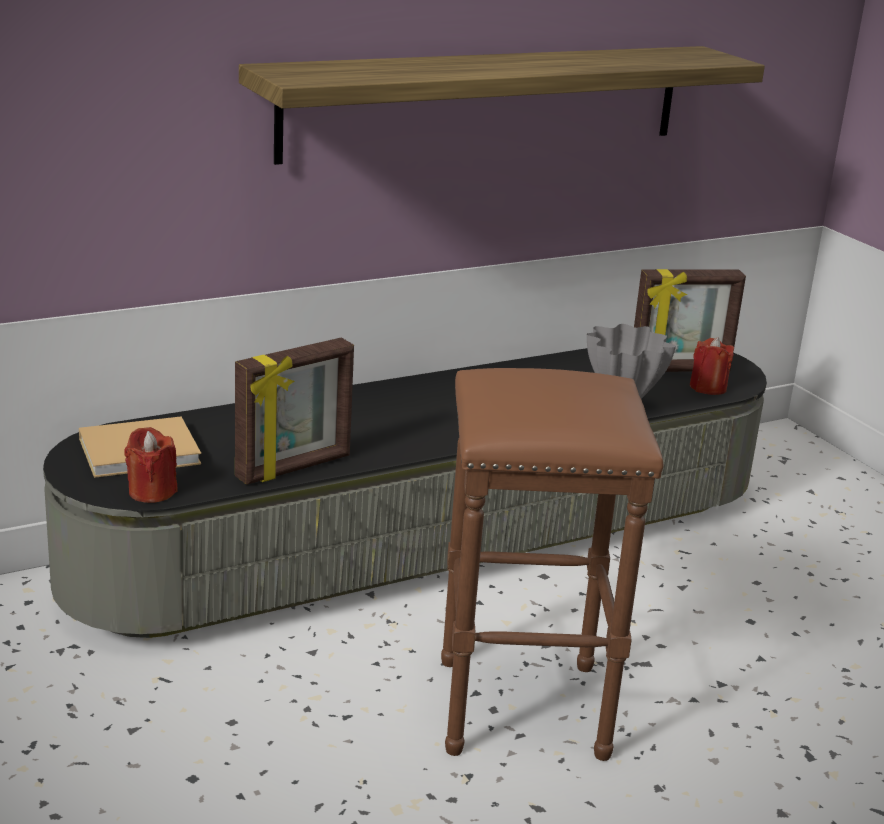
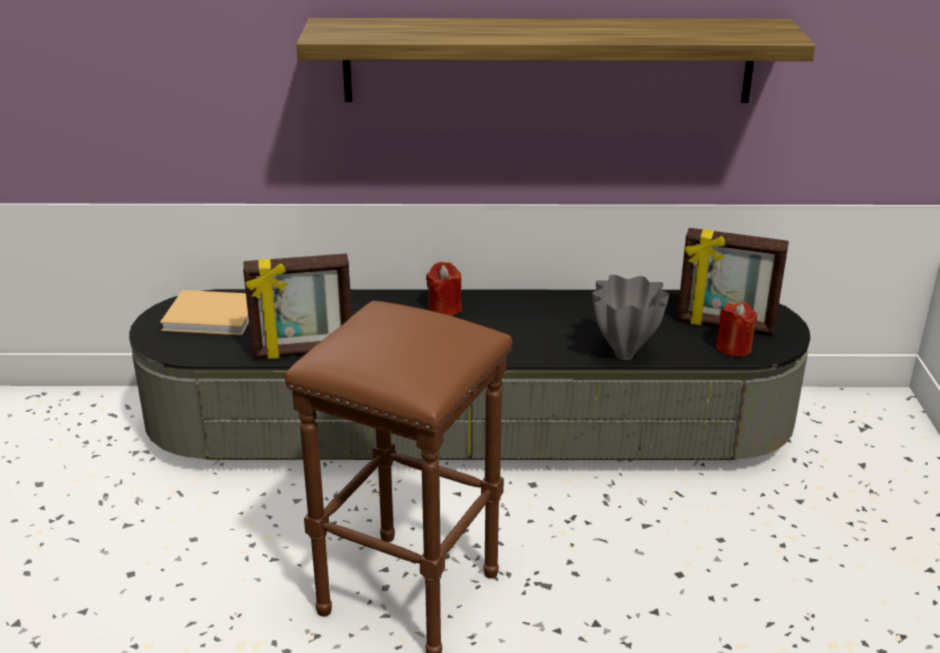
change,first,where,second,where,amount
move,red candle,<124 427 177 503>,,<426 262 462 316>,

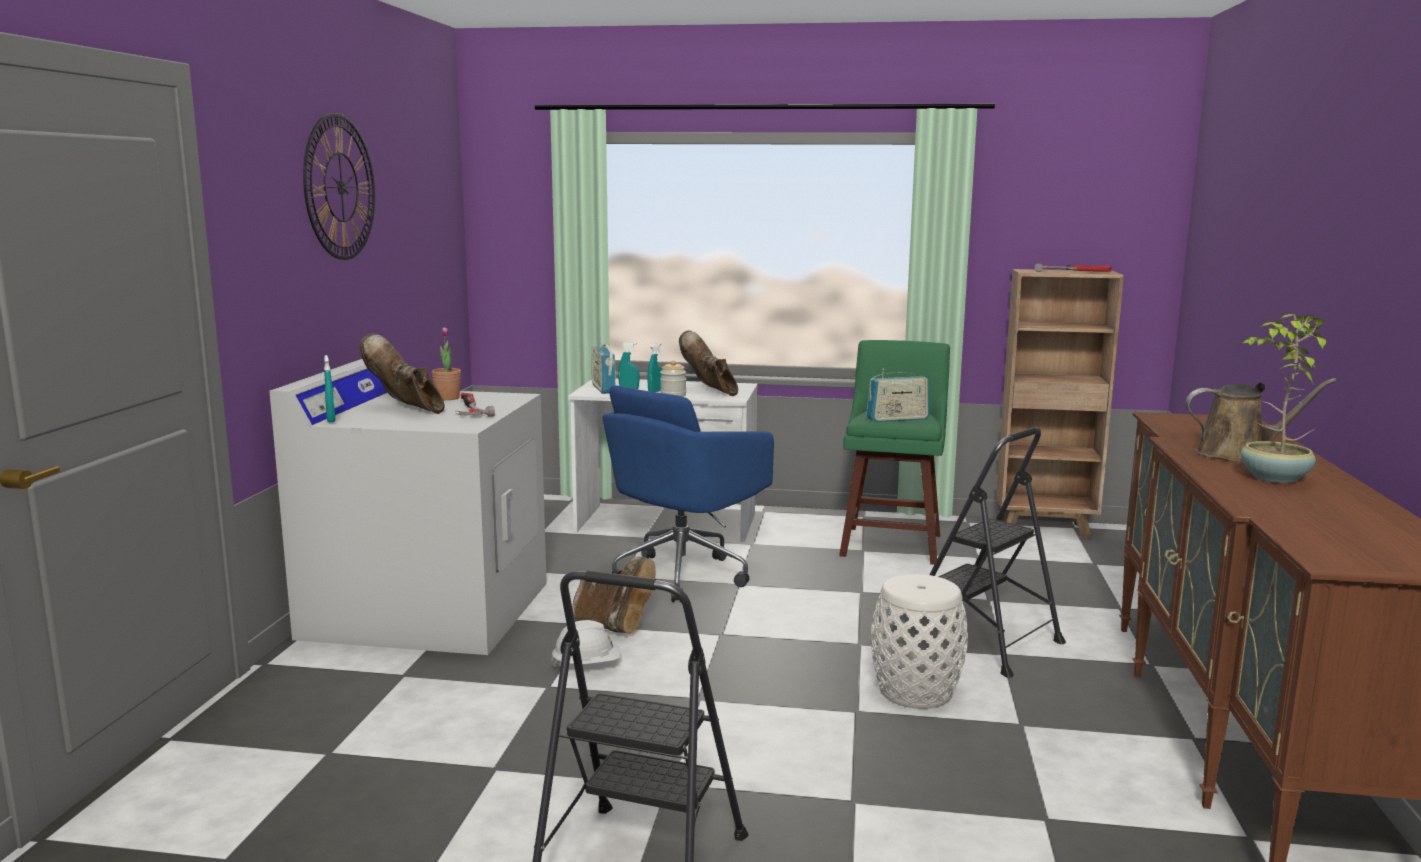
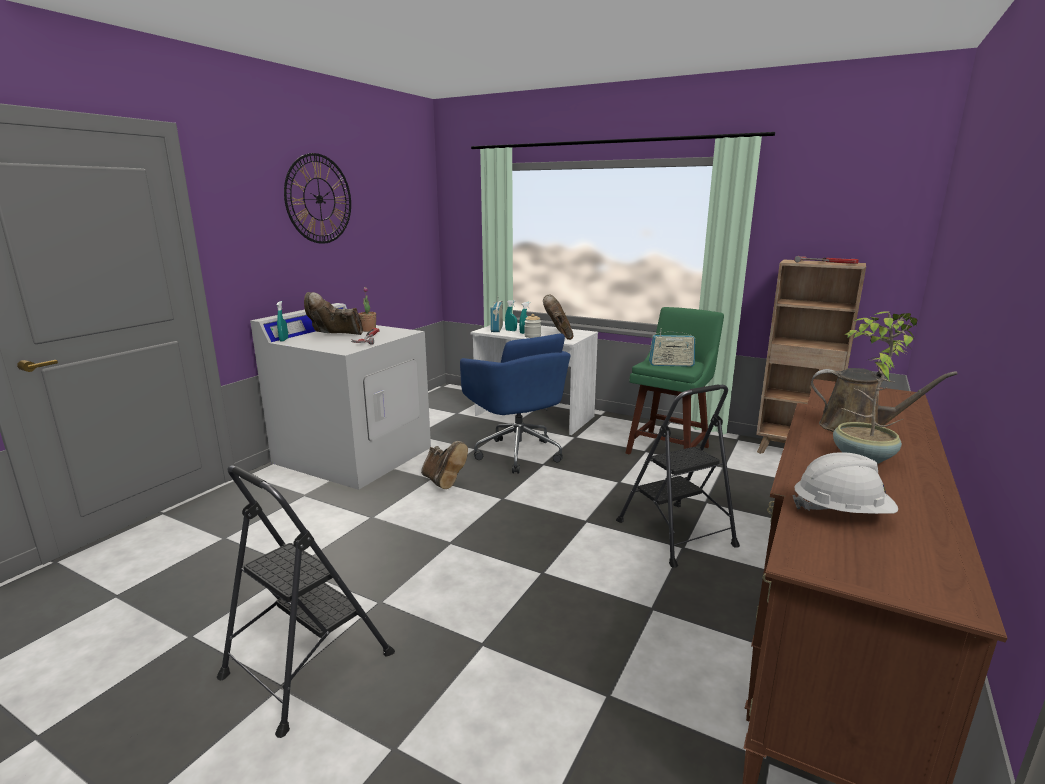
change,first,where,second,where,amount
rotate,brown boot,<360 333 445 414>,,<304 292 363 335>,60 degrees counterclockwise
rotate,blue office chair,<602 385 774 602>,,<460 334 570 474>,90 degrees counterclockwise
delete,white stool,<871 574 968 709>,,,
move,white hard hat,<551 620 621 668>,,<792 452 898 514>,

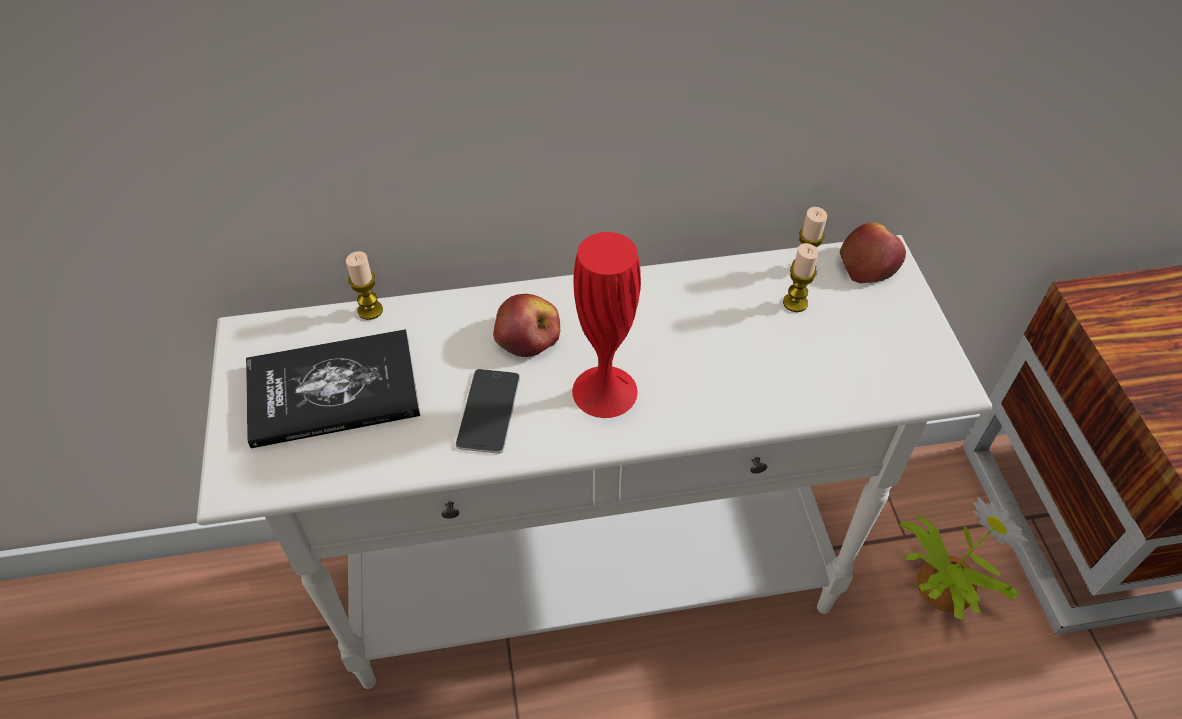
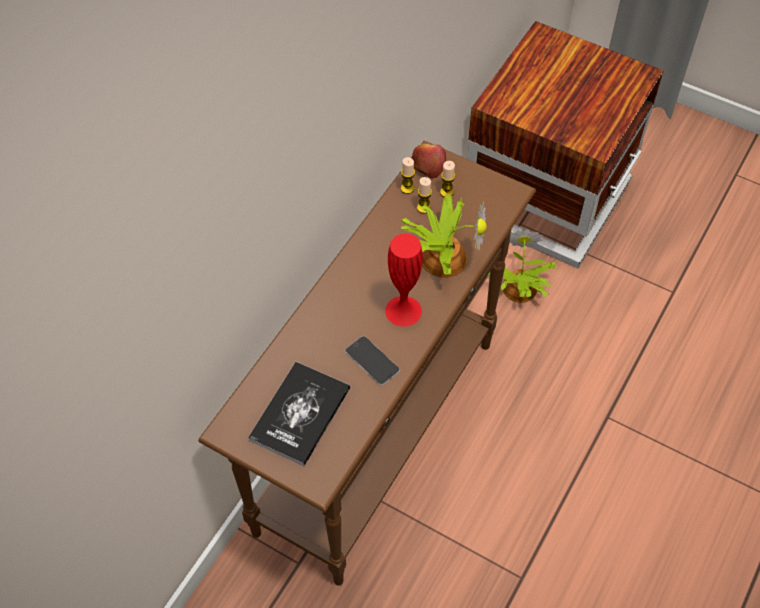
change,first,where,second,where,amount
recolor,white console table,<197 235 993 689>,brown console table,<198 141 536 585>,
move,candle,<346 251 383 320>,,<440 161 455 197>,
delete,apple,<493 294 560 357>,,,
insert,,,potted plant,<400 194 487 278>,

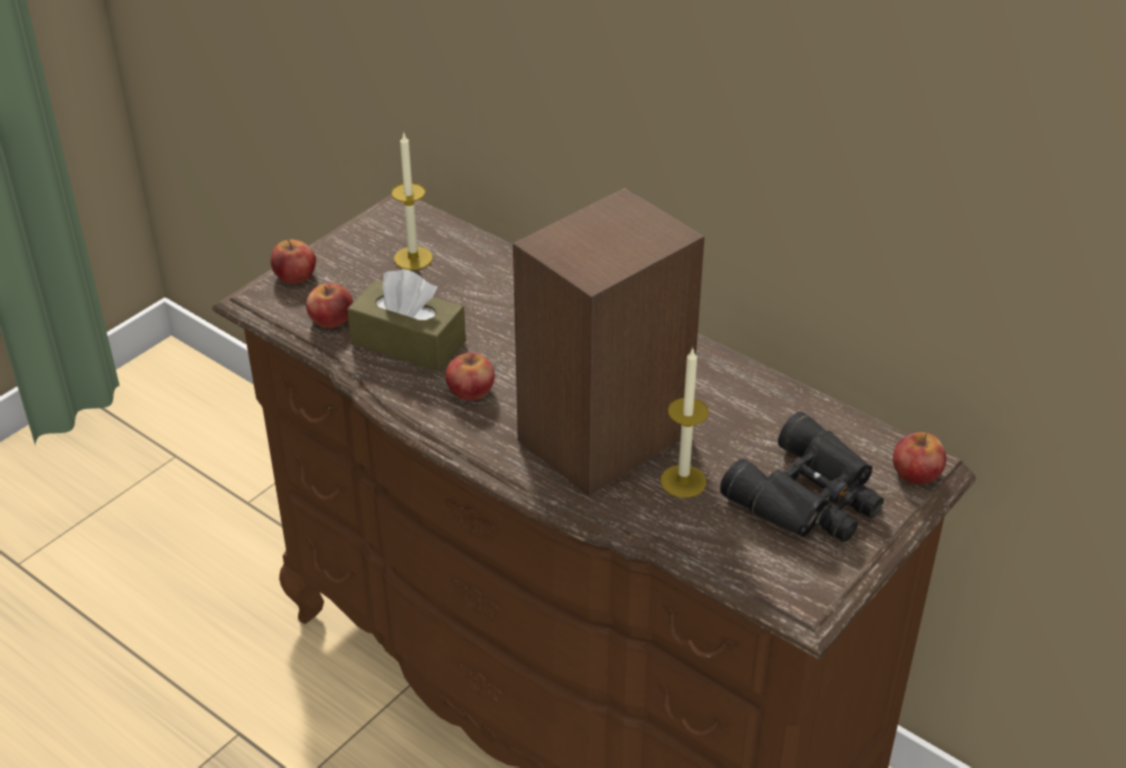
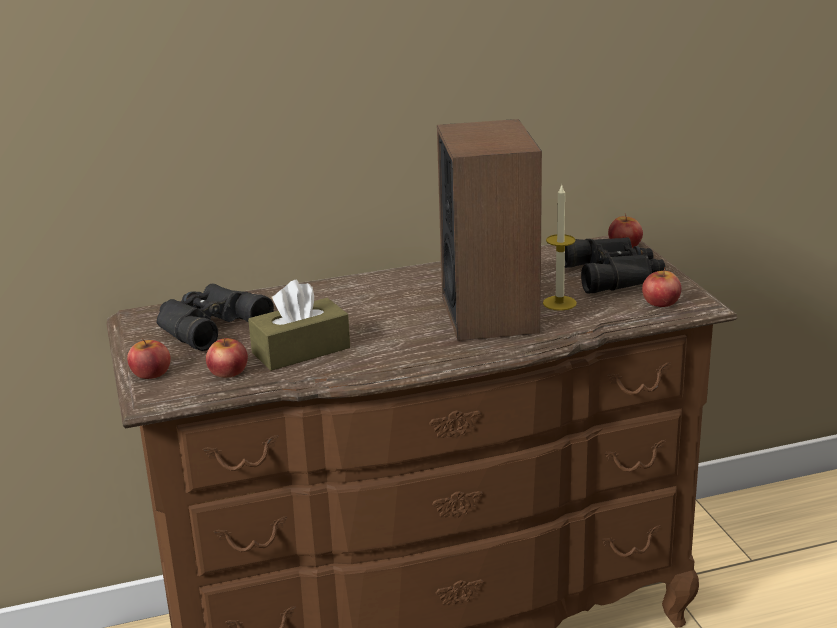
change,first,where,second,where,amount
replace,candle,<391 134 433 270>,black binoculars,<157 283 274 351>,
move,apple,<446 353 495 401>,,<642 268 681 307>,

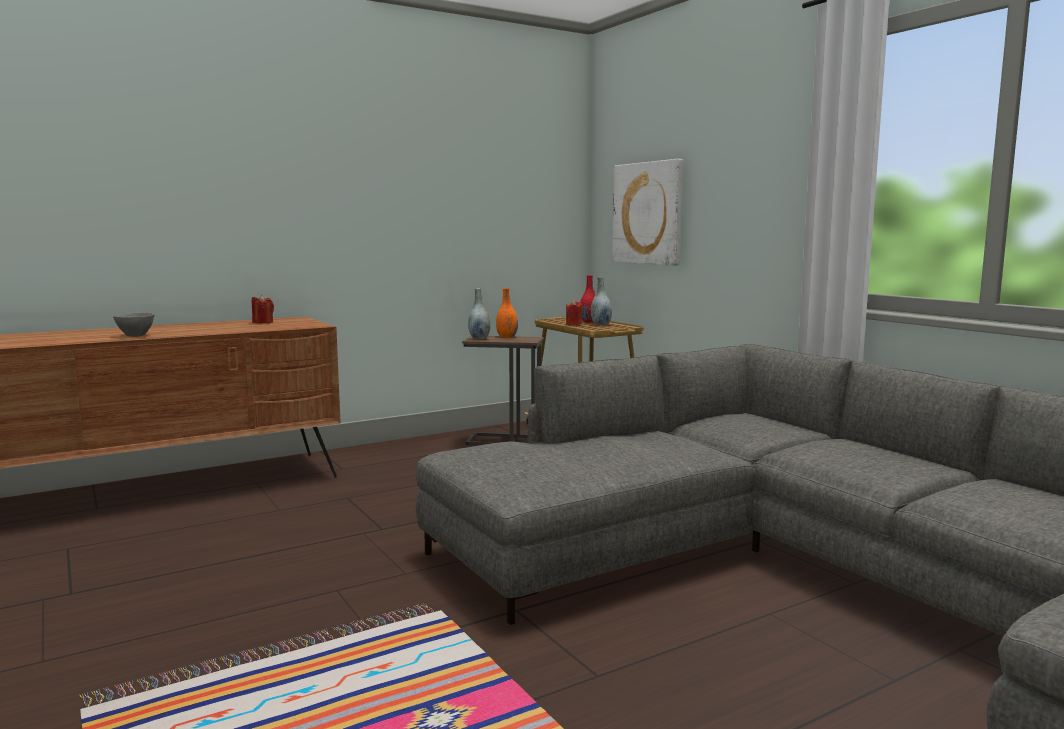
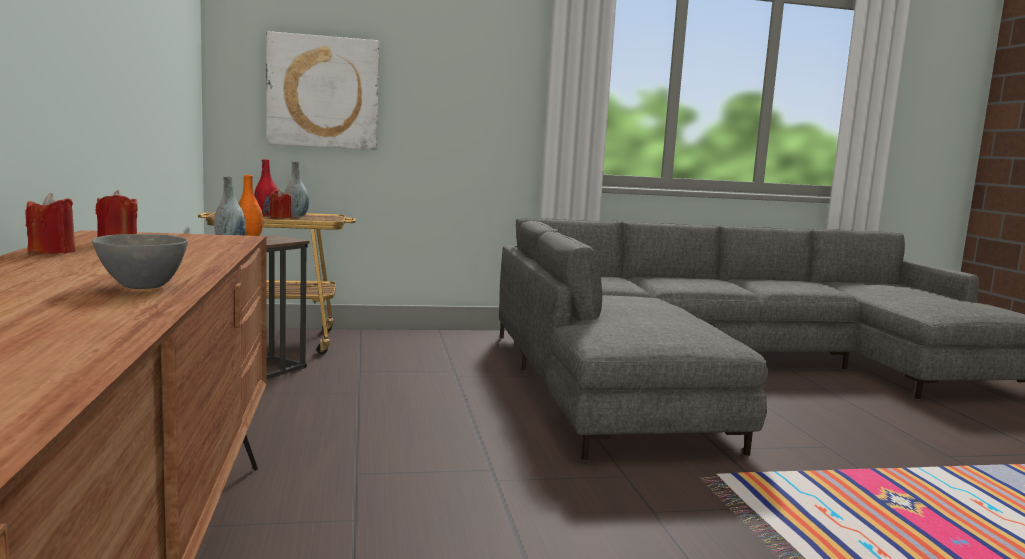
change,first,where,second,where,amount
insert,,,red candle,<26 193 75 254>,

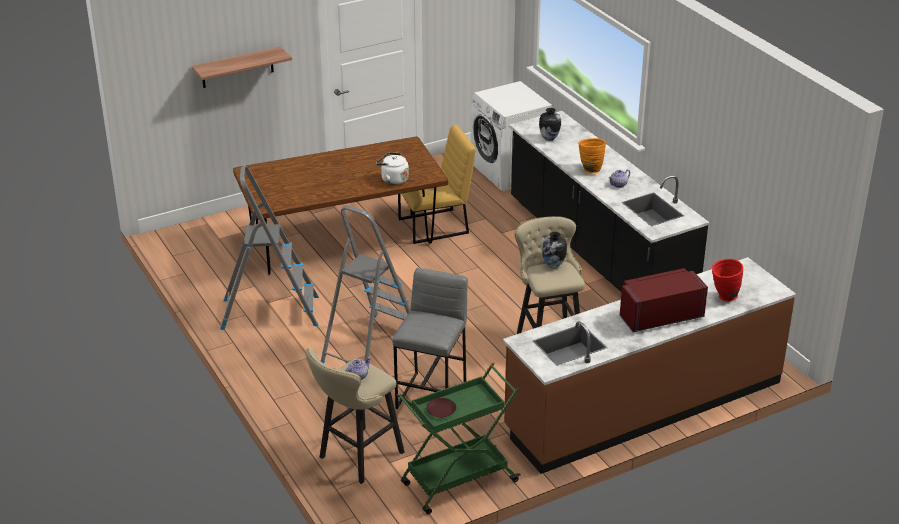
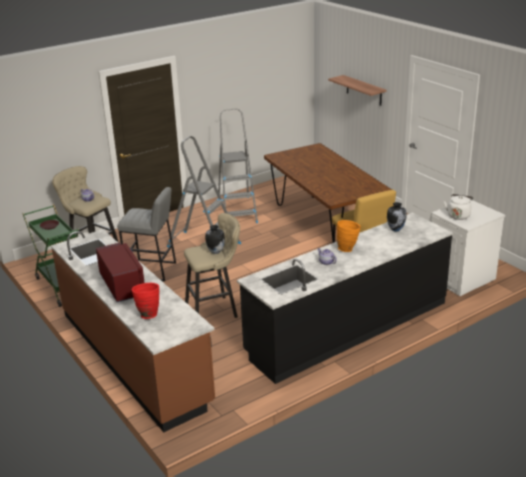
change,first,where,second,where,amount
move,white kettle,<376 152 409 185>,,<444 194 473 220>,

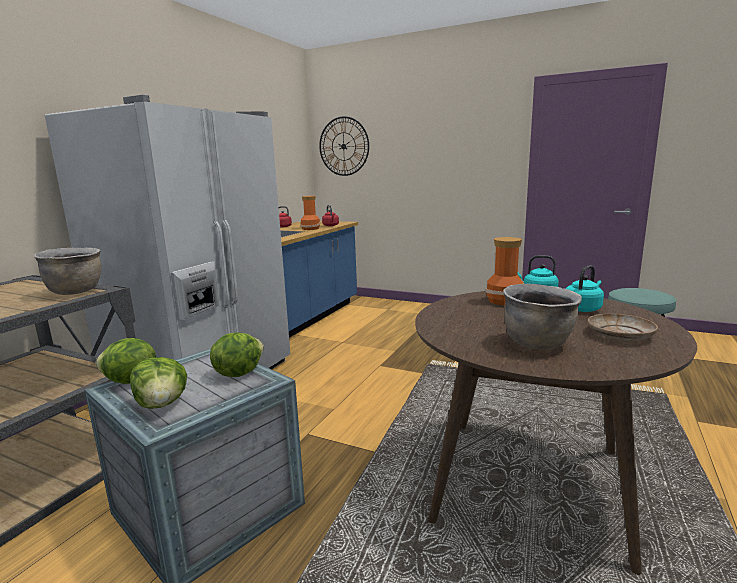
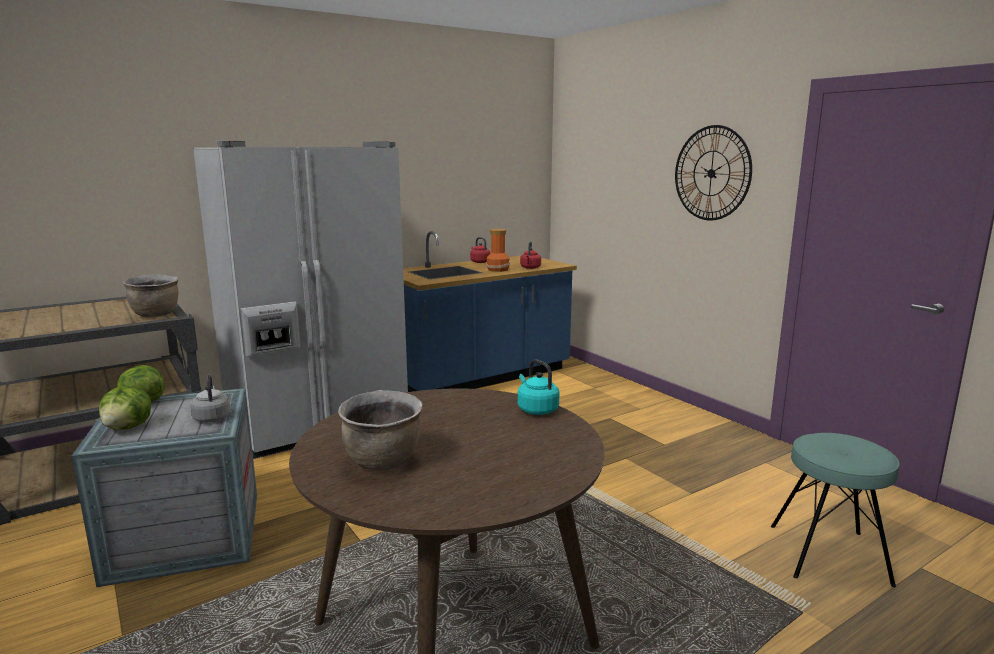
change,first,where,second,where,amount
move,wall clock,<319 116 369 176>,,<675 125 752 221>,
delete,vase,<485 237 524 305>,,,
delete,turquoise kettle,<565 265 604 312>,,,
delete,beige plate,<588 314 658 341>,,,
replace,lettuce,<210 332 264 377>,grey kettle,<190 375 231 423>,

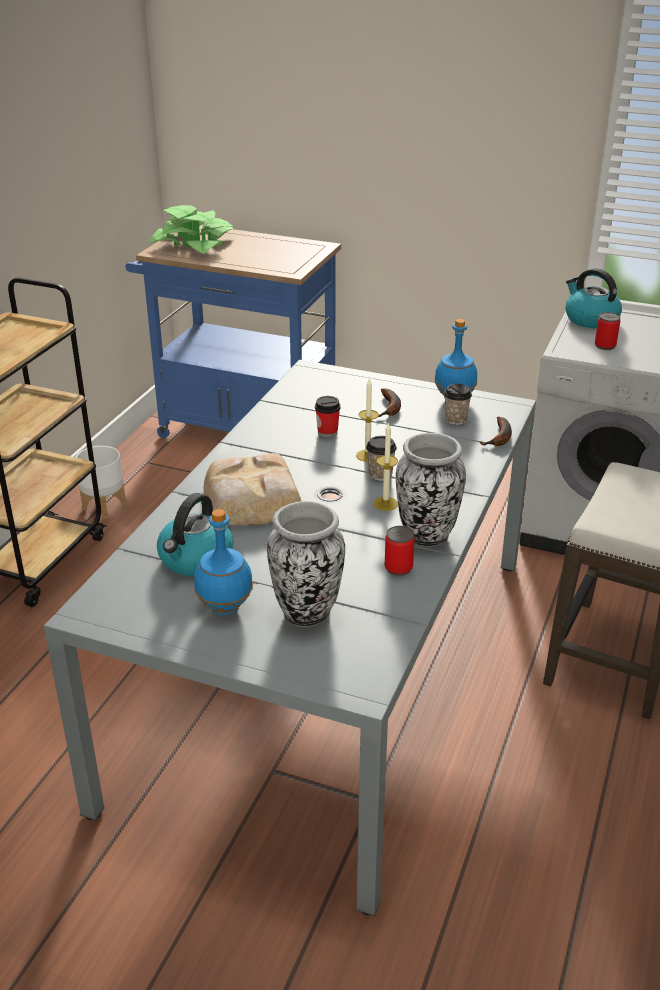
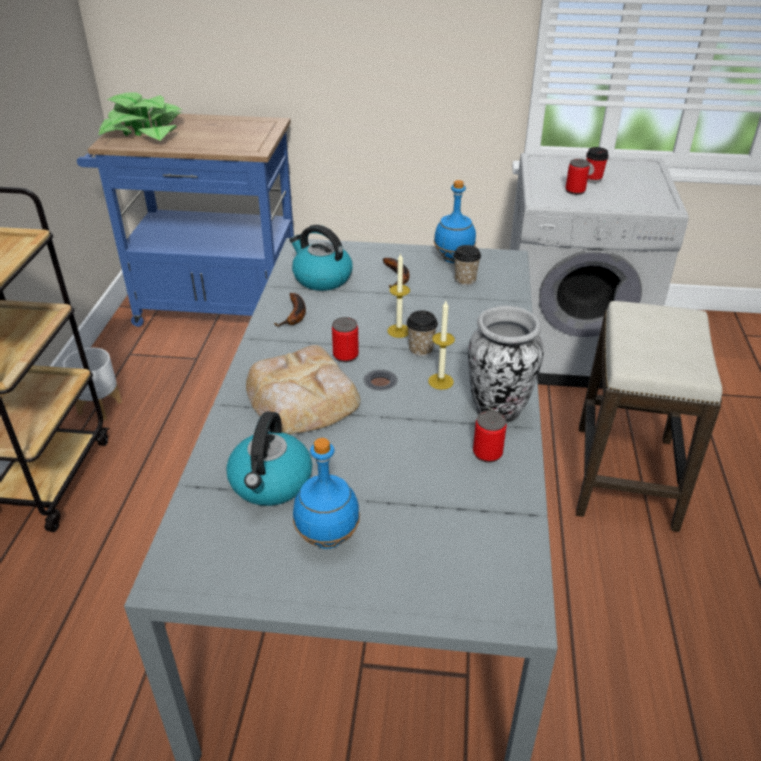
change,first,where,second,where,amount
move,kettle,<566 268 622 328>,,<289 225 353 291>,
move,cup,<315 396 341 438>,,<586 147 609 183>,
move,banana,<479 417 512 446>,,<274 293 306 326>,
delete,vase,<267 501 345 627>,,,
insert,,,can,<332 317 359 362>,

